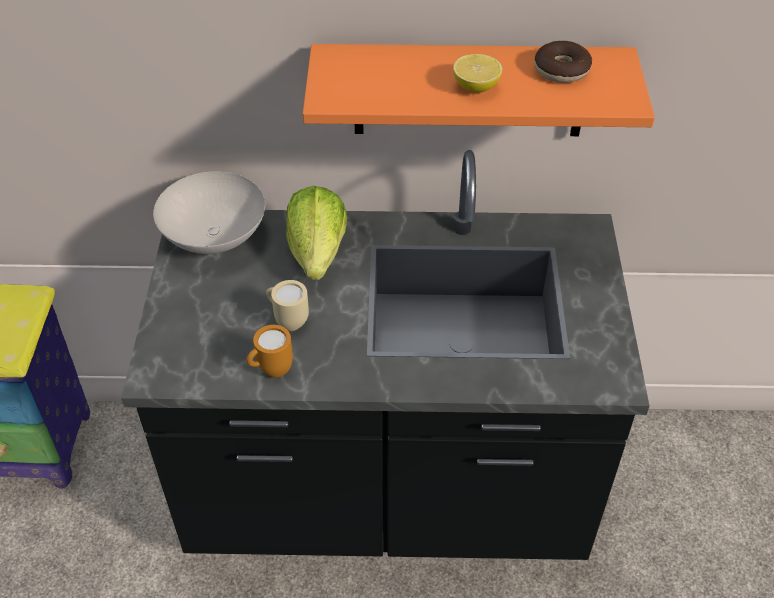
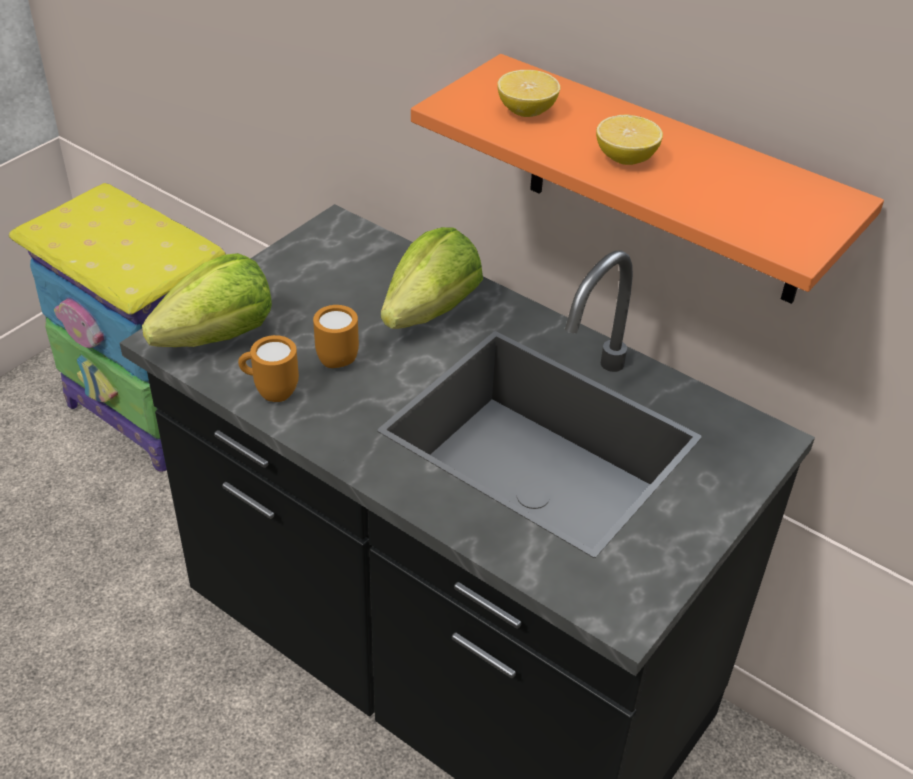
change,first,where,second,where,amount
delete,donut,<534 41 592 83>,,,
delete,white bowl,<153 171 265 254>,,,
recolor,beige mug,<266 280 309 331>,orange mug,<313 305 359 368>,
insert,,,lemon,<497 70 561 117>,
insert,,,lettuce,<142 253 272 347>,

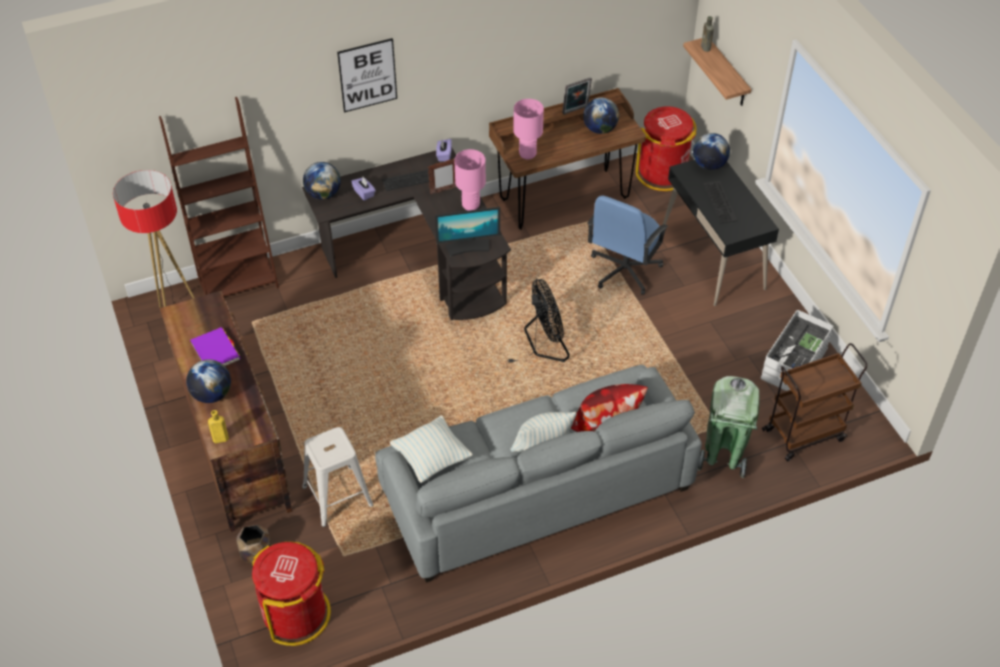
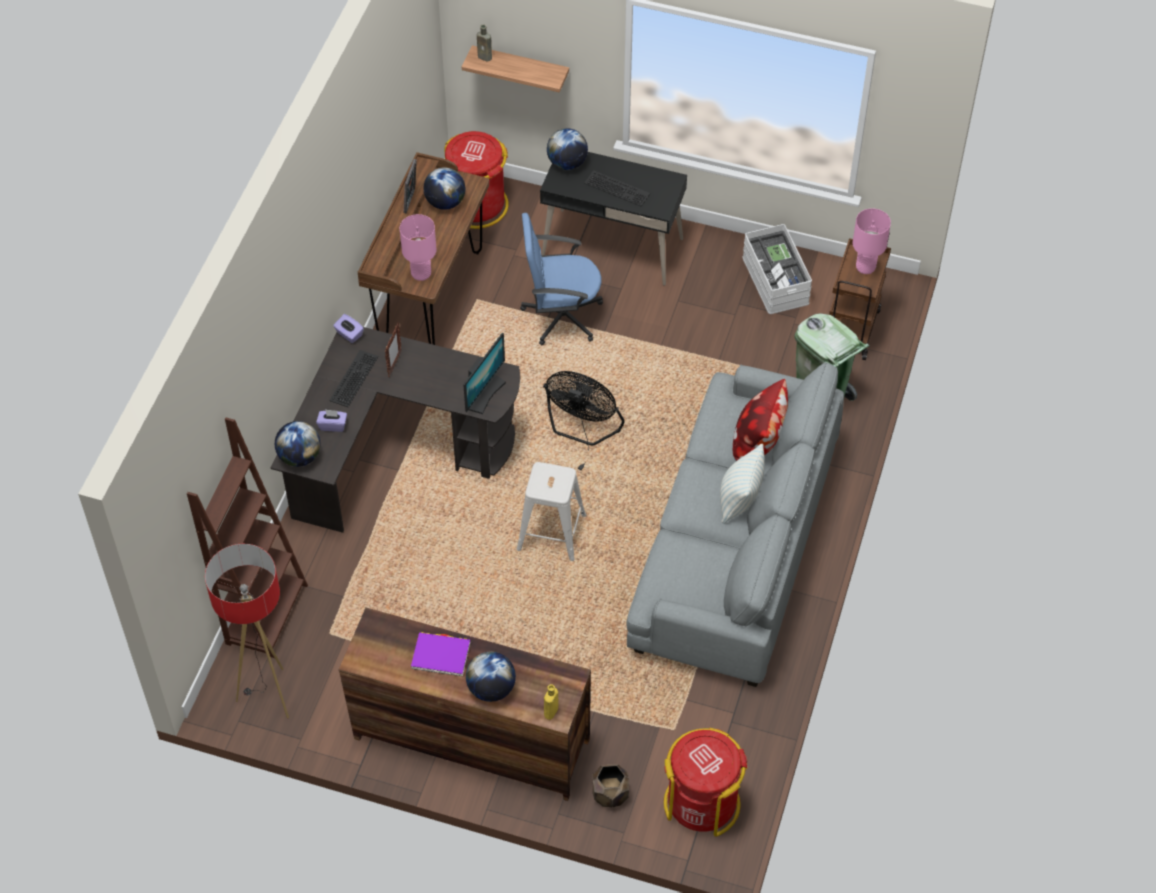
change,first,where,second,where,amount
delete,picture,<337 38 397 113>,,,
move,pink table lamp,<455 149 486 211>,,<853 208 891 274>,
rotate,blue office chair,<588 195 668 295>,,<520 213 603 346>,105 degrees clockwise
delete,pillow,<390 415 473 483>,,,
move,white stool,<302 427 373 527>,,<517 462 586 561>,

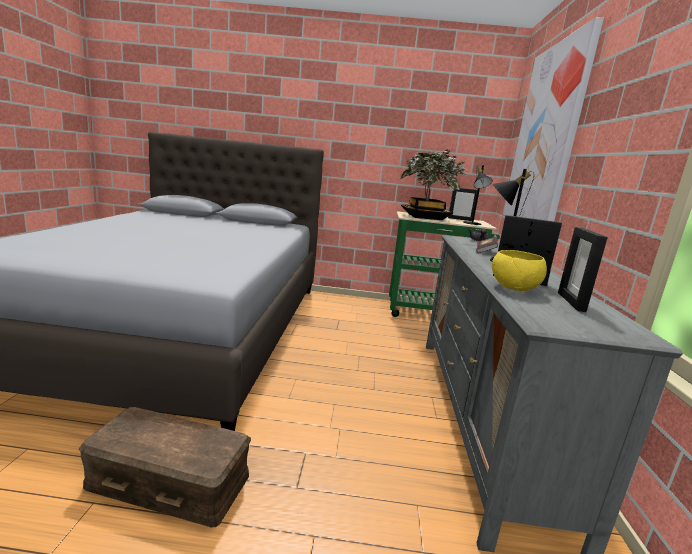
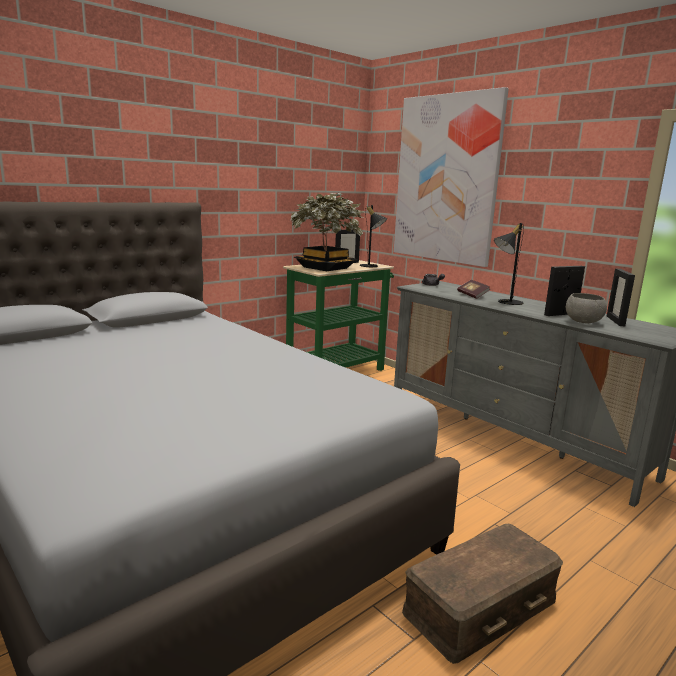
change,first,where,second,where,amount
rotate,picture frame,<558 227 608 312>,,<607 268 635 326>,45 degrees clockwise
recolor,yellow bowl,<492 250 547 291>,grey bowl,<566 293 607 323>,

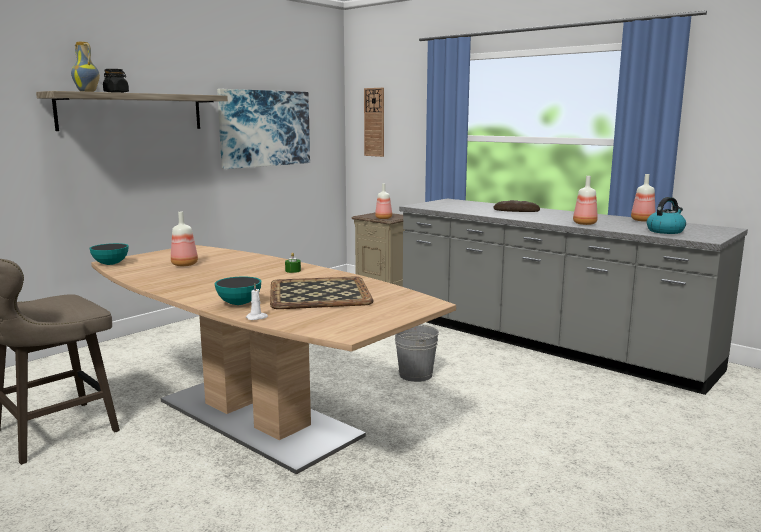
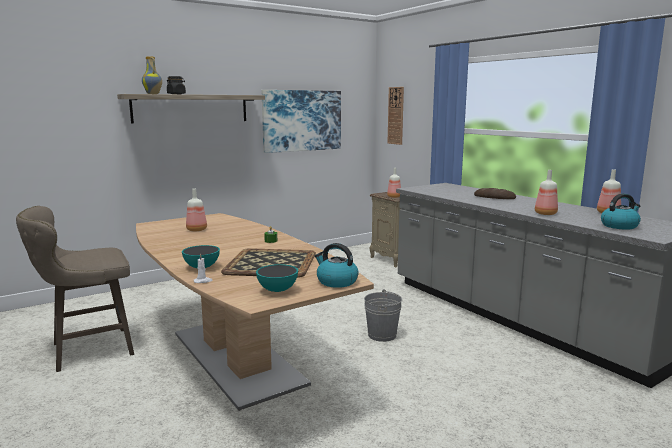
change,first,where,second,where,amount
move,bowl,<90 243 128 265>,,<256 264 298 292>,
insert,,,kettle,<315 243 359 288>,

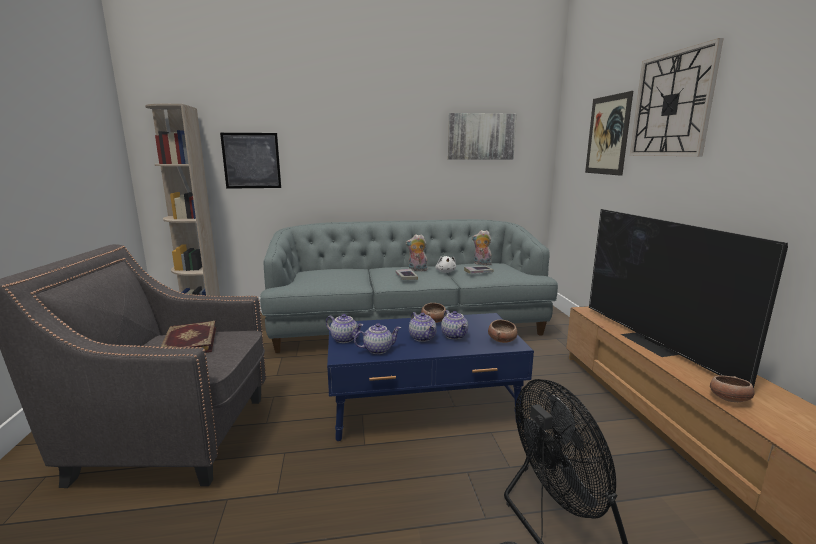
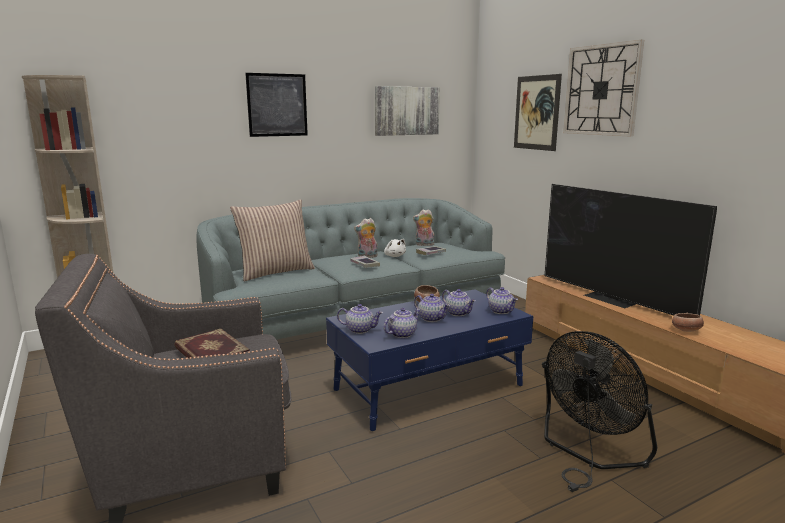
change,first,where,second,where,amount
move,picture,<220 133 281 189>,,<245 73 308 137>,
replace,bowl,<488 320 517 343>,teapot,<486 287 518 314>,
insert,,,pillow,<230 199 315 281>,

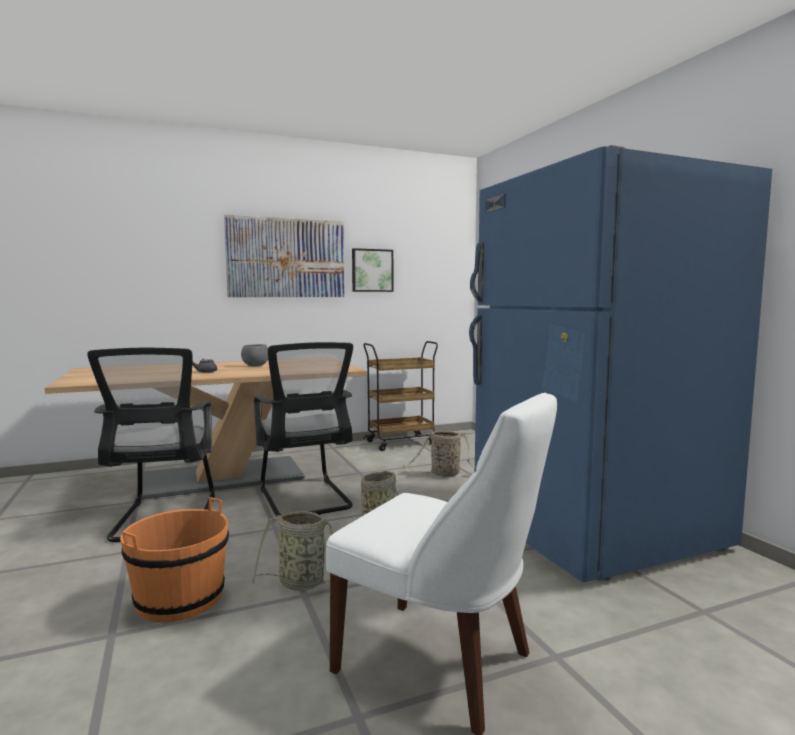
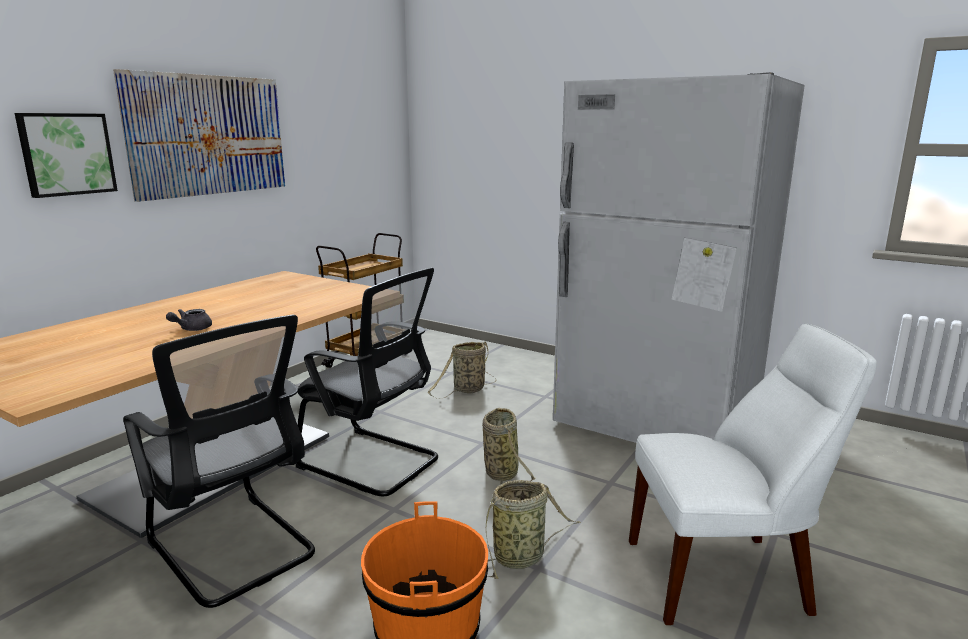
change,first,where,second,where,amount
recolor,blue fridge,<469 145 772 582>,white fridge,<553 72 805 443>,
move,picture,<352 248 393 292>,,<15 113 118 198>,
delete,grey bowl,<241 344 268 367>,,,

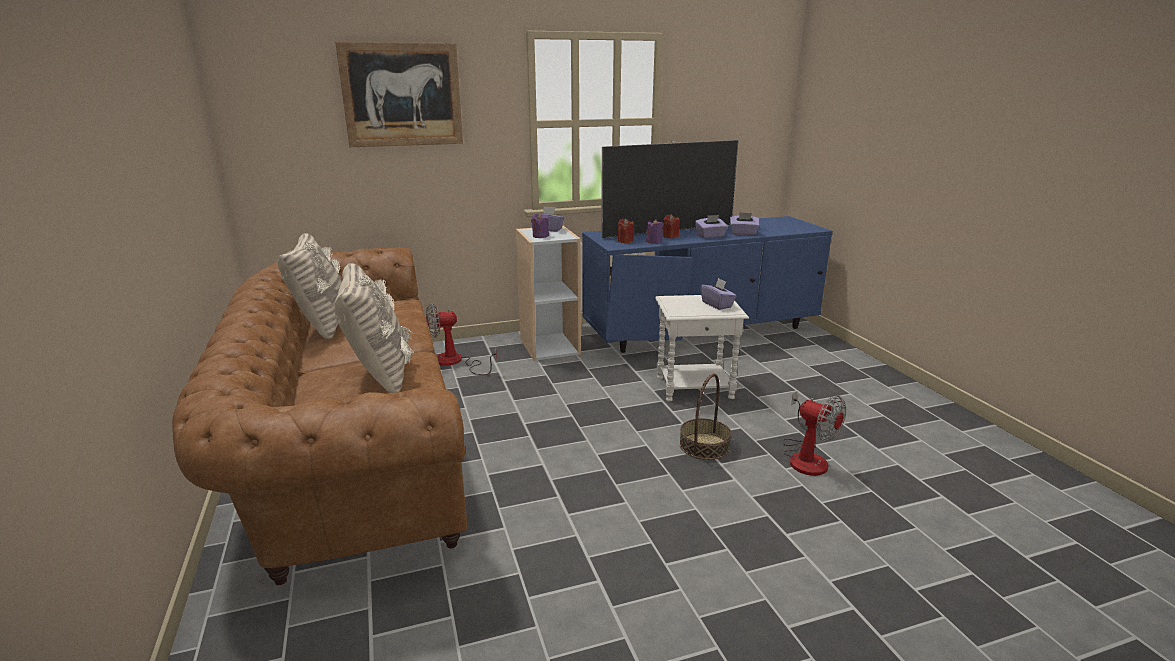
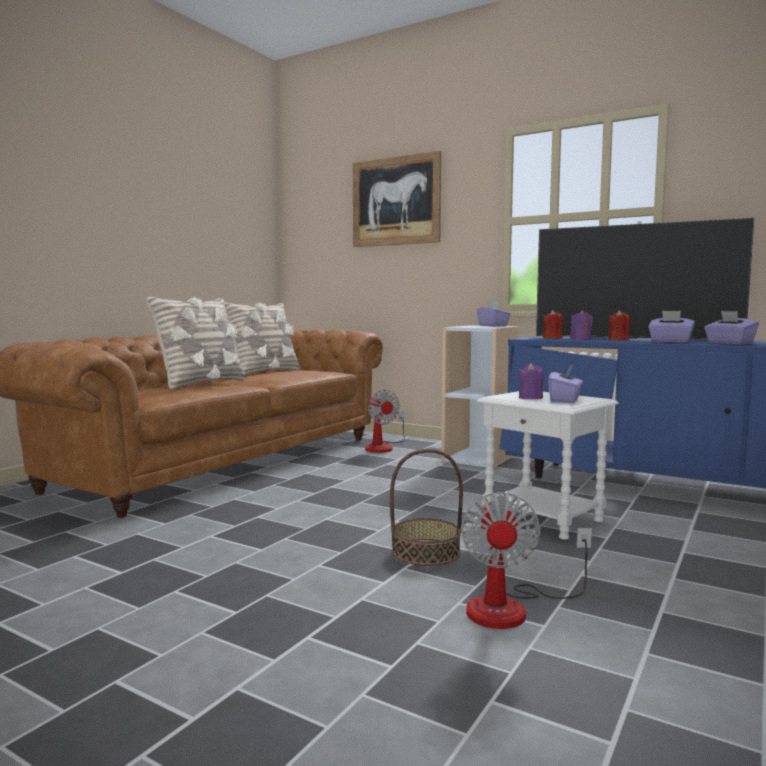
change,first,where,second,where,amount
move,purple candle,<531 213 549 238>,,<519 363 544 399>,
rotate,fan,<426 304 497 375>,,<365 390 406 453>,150 degrees counterclockwise

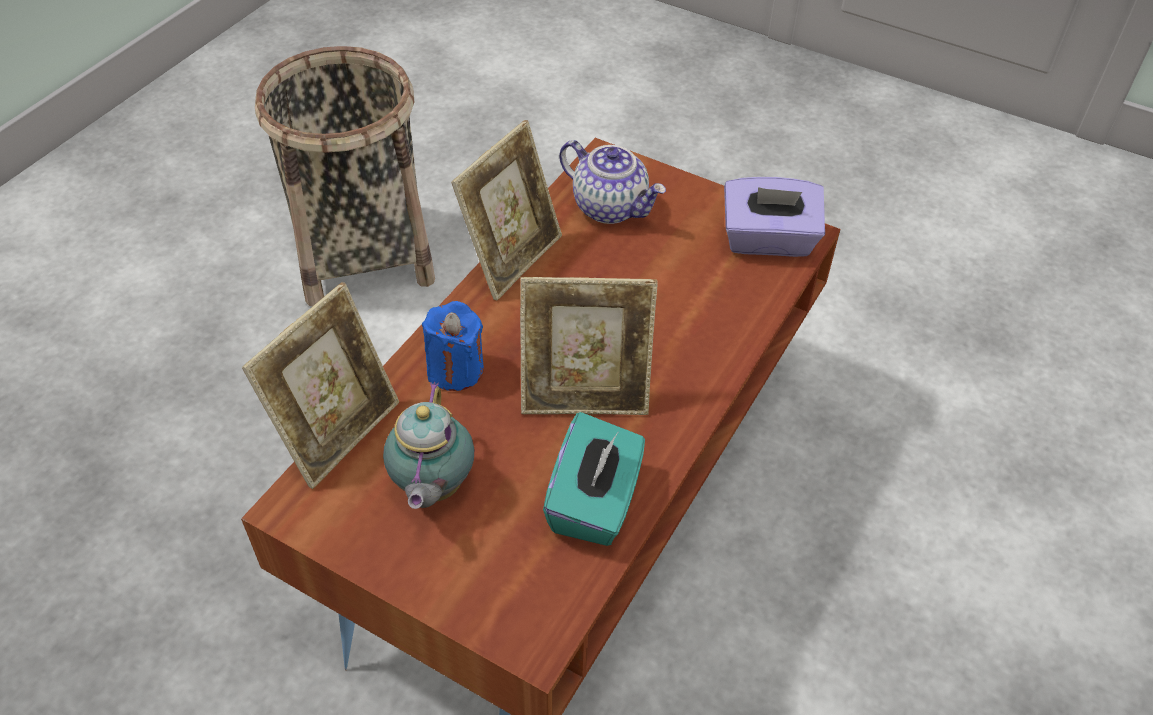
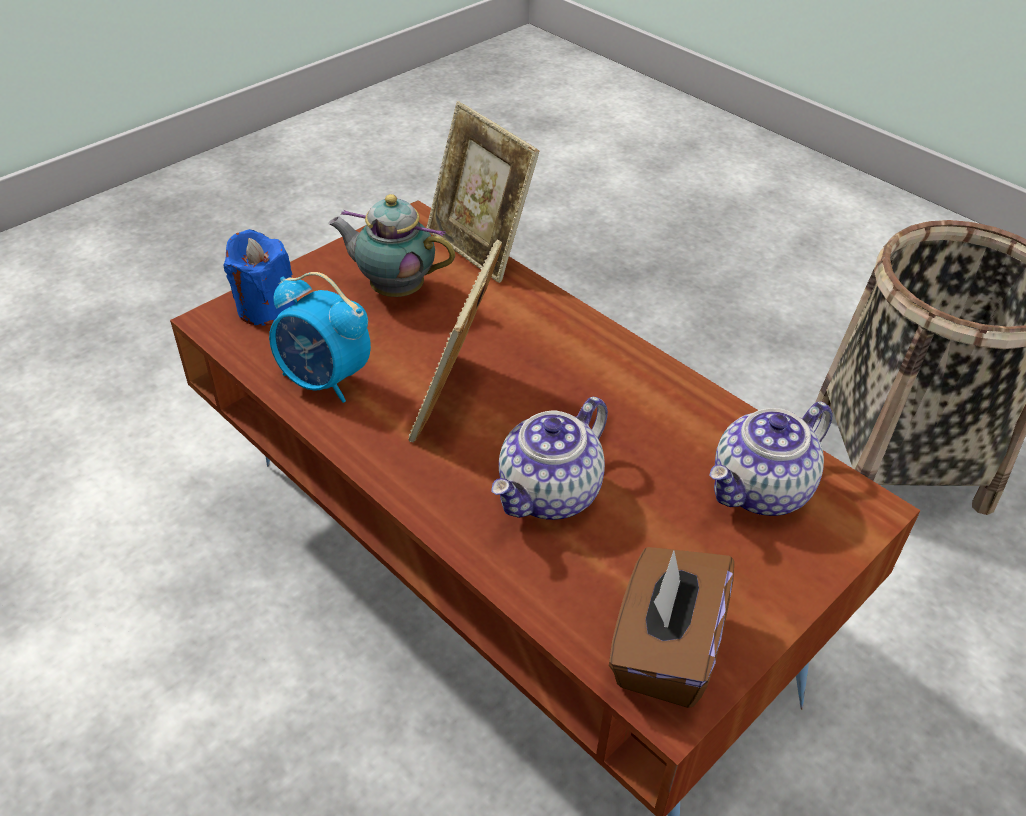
change,first,where,second,where,amount
delete,picture frame,<451 120 562 301>,,,
recolor,purple tissue box,<724 177 825 257>,brown tissue box,<609 547 734 708>,
move,blue candle,<422 301 484 391>,,<223 229 295 326>,
replace,turquoise tissue box,<543 412 645 546>,alarm clock,<269 272 371 403>,
insert,,,teapot,<491 397 608 520>,

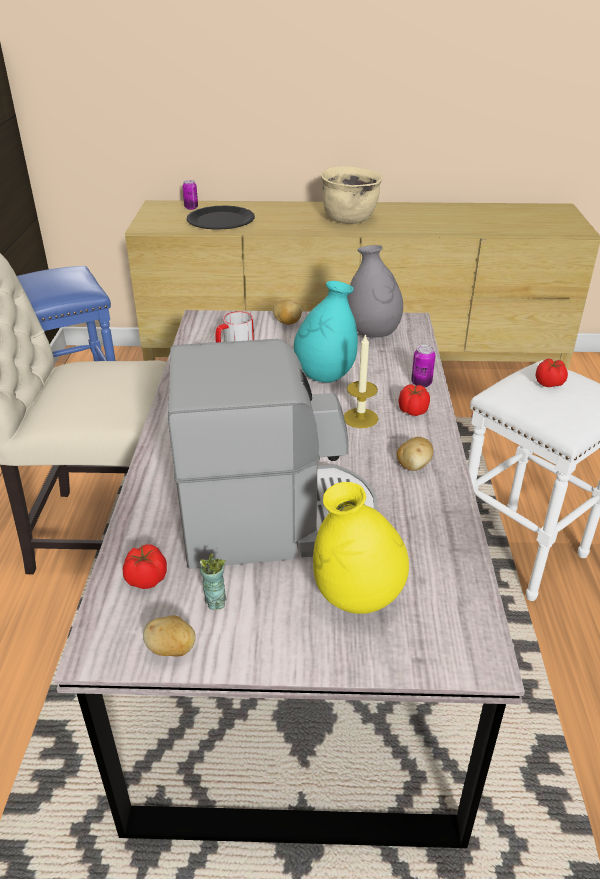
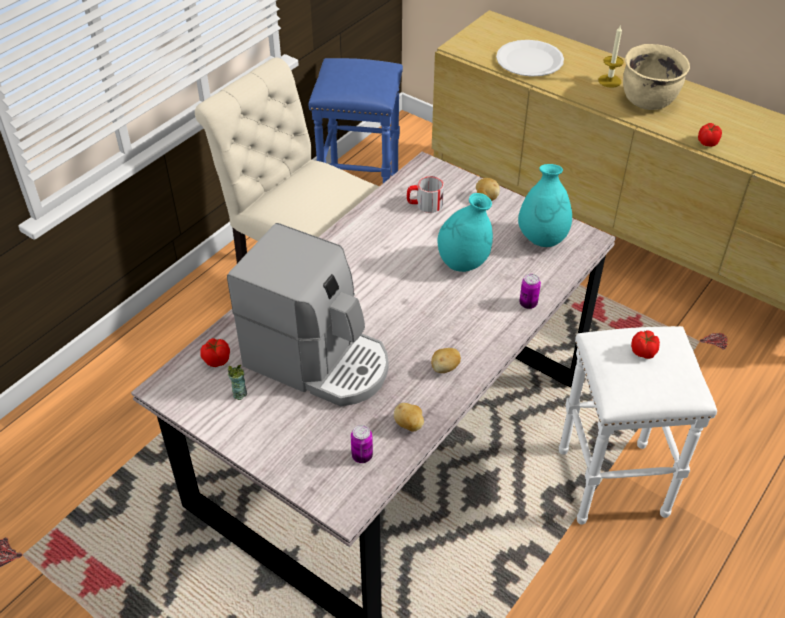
change,first,where,second,where,amount
move,can,<182 180 198 210>,,<351 425 373 463>,
recolor,black plate,<187 205 255 230>,white plate,<496 40 564 77>,
recolor,grey vase,<347 245 403 338>,turquoise vase,<518 164 572 247>,
move,candle,<344 333 378 428>,,<598 26 624 88>,
move,tomato,<399 384 430 416>,,<698 123 722 147>,
delete,yellow vase,<313 482 409 614>,,,
move,potato,<143 615 196 656>,,<394 403 424 432>,

